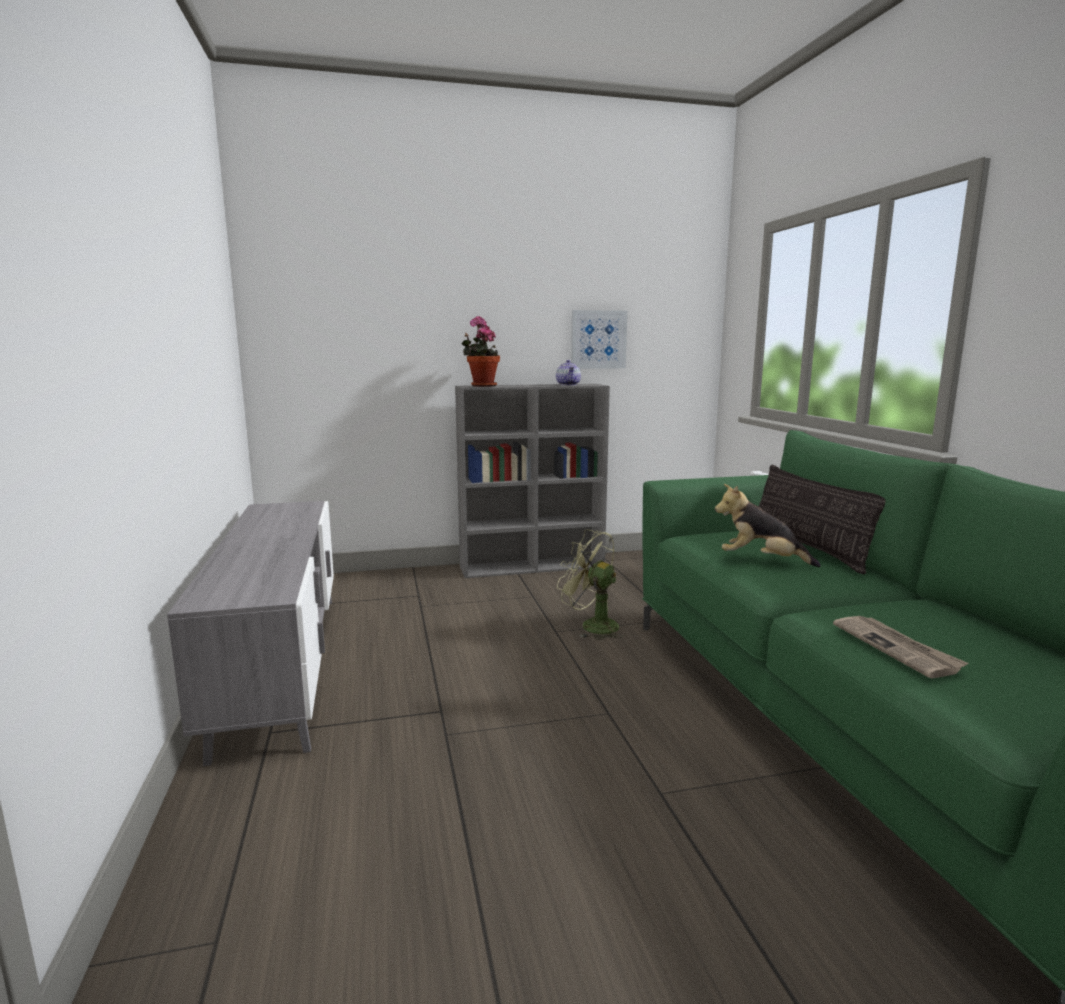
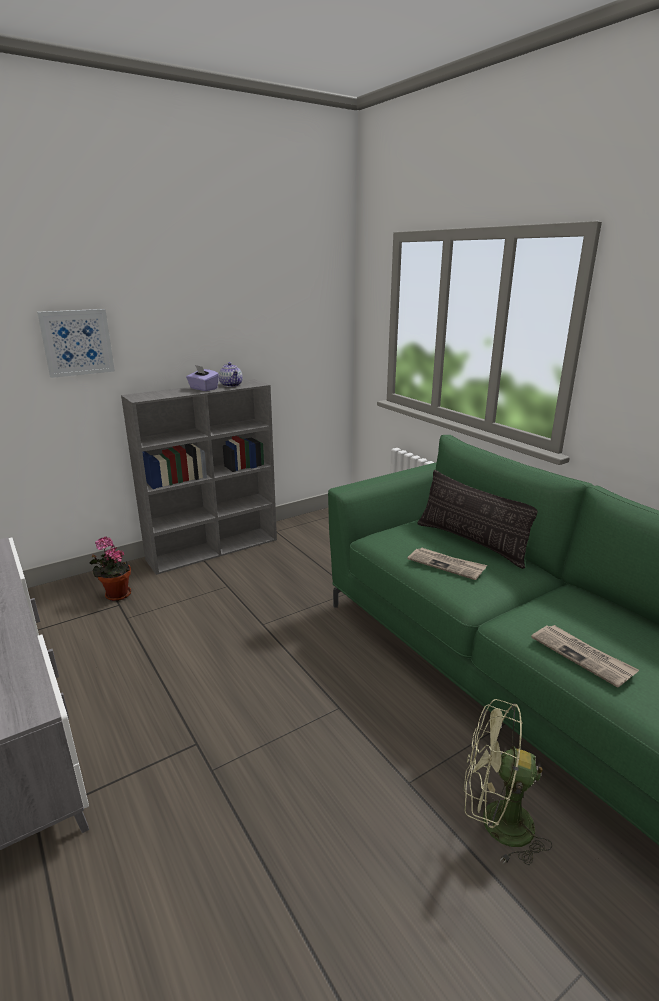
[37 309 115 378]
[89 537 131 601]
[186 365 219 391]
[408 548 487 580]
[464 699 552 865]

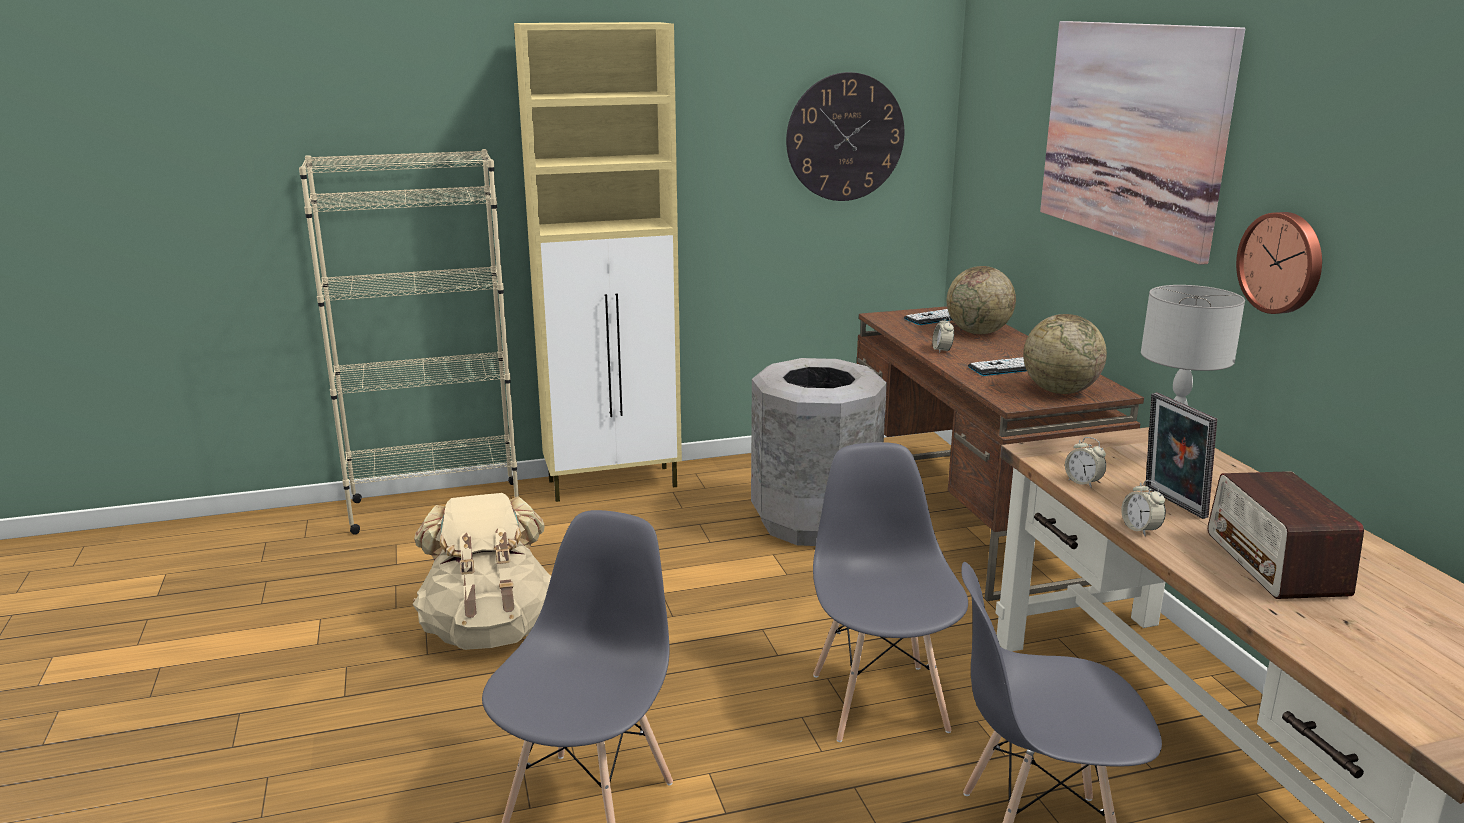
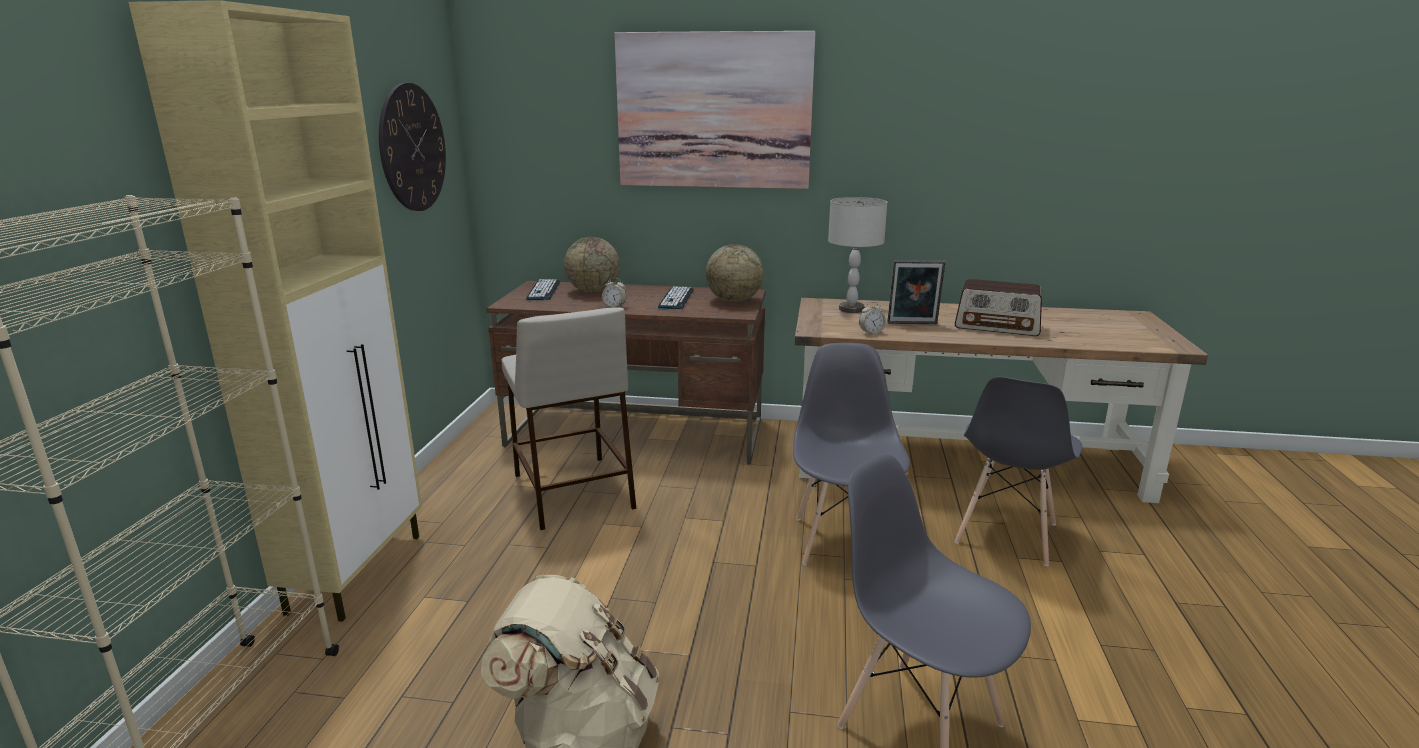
[502 307 636 530]
[793 343 910 566]
[1121 480 1166 536] (first image)
[1236 212 1322 314] (first image)

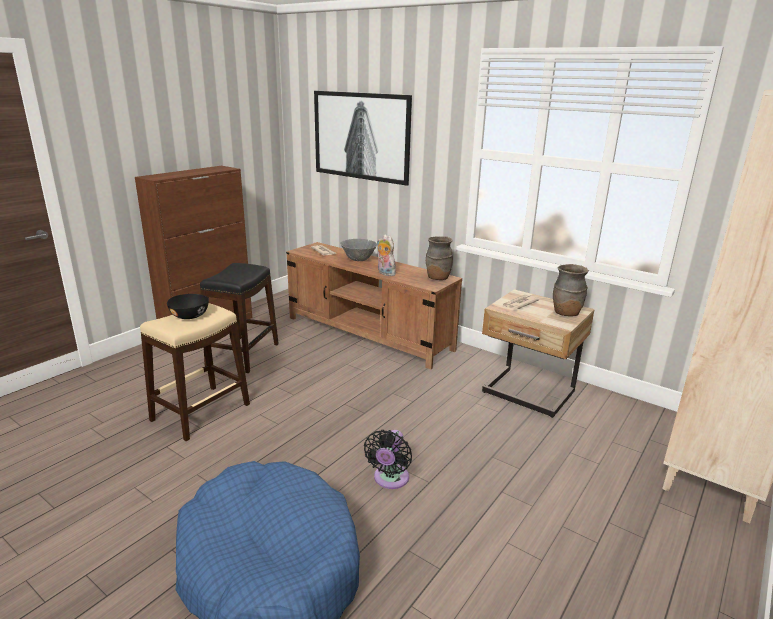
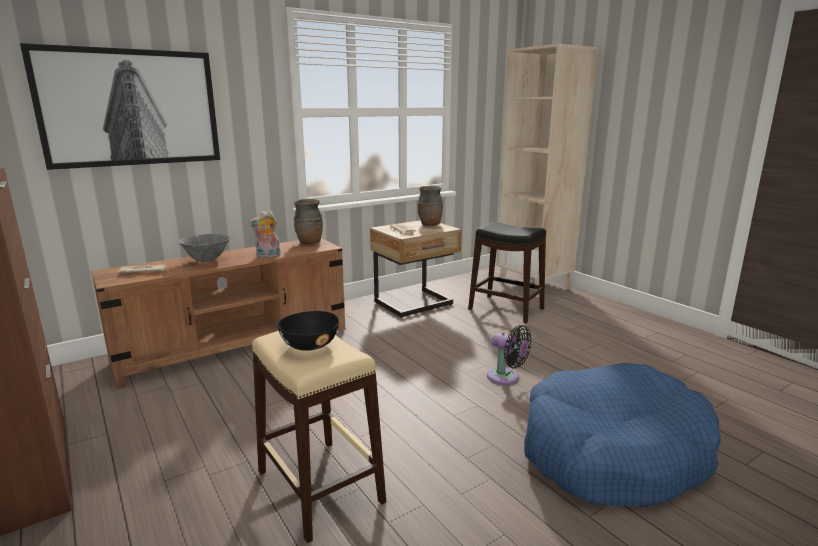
[468 222 546 323]

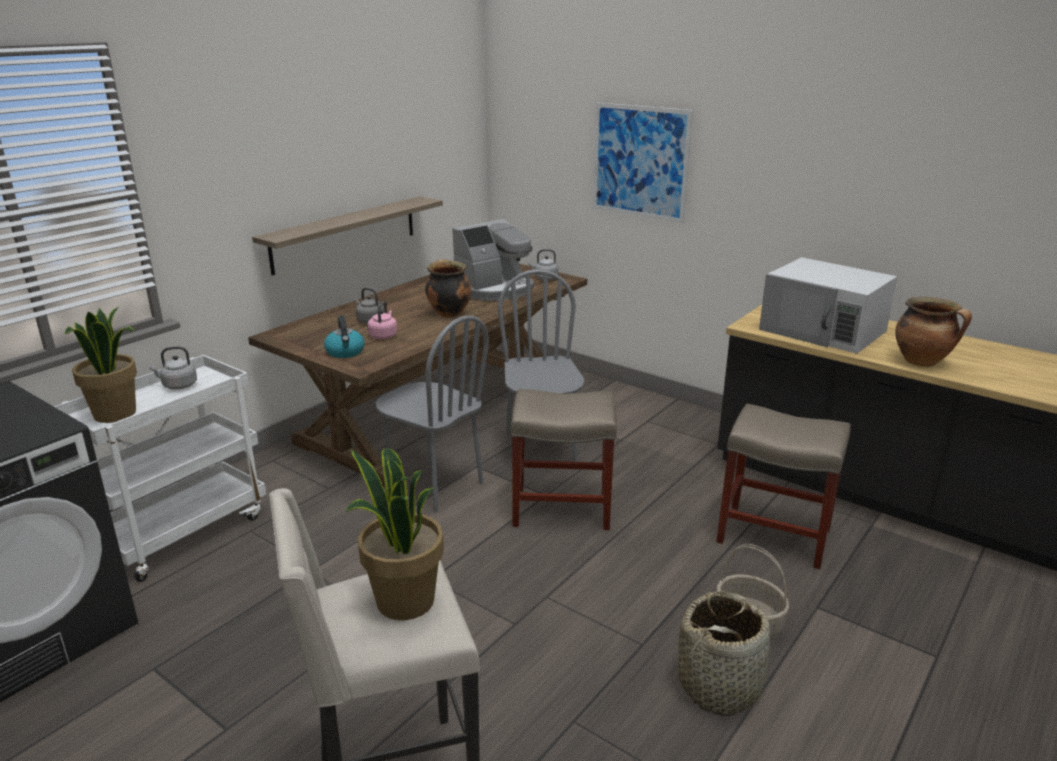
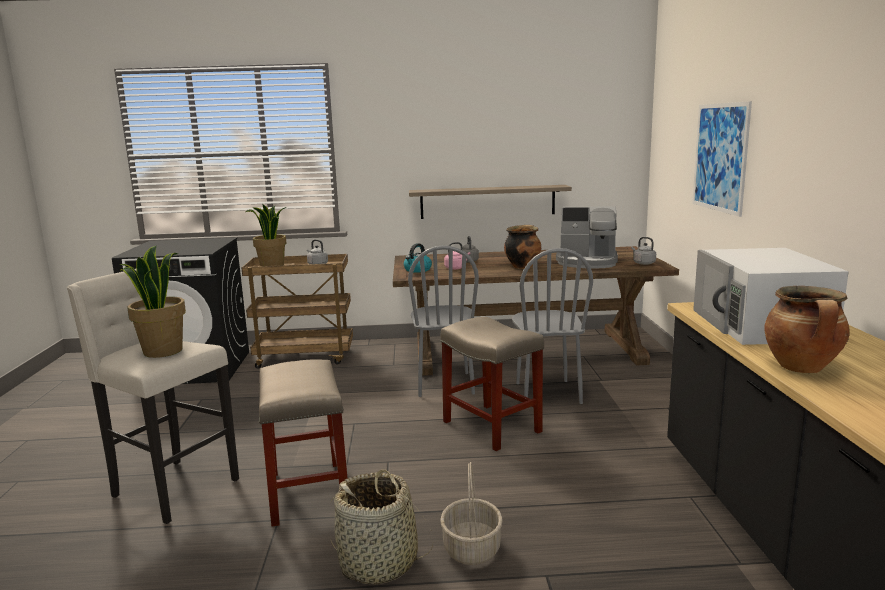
[241 254 353 369]
[259 360 348 527]
[512 248 593 404]

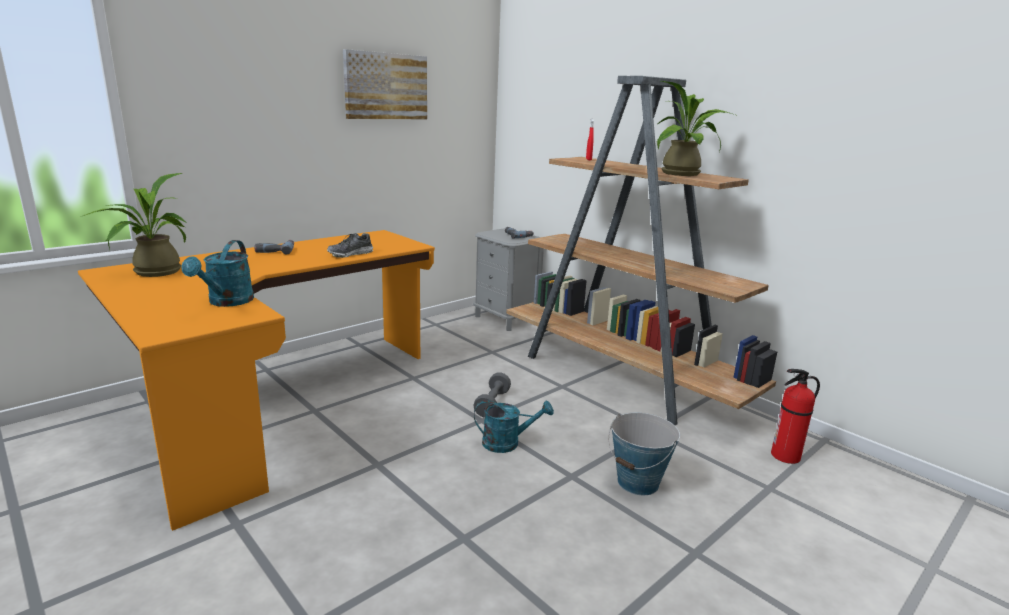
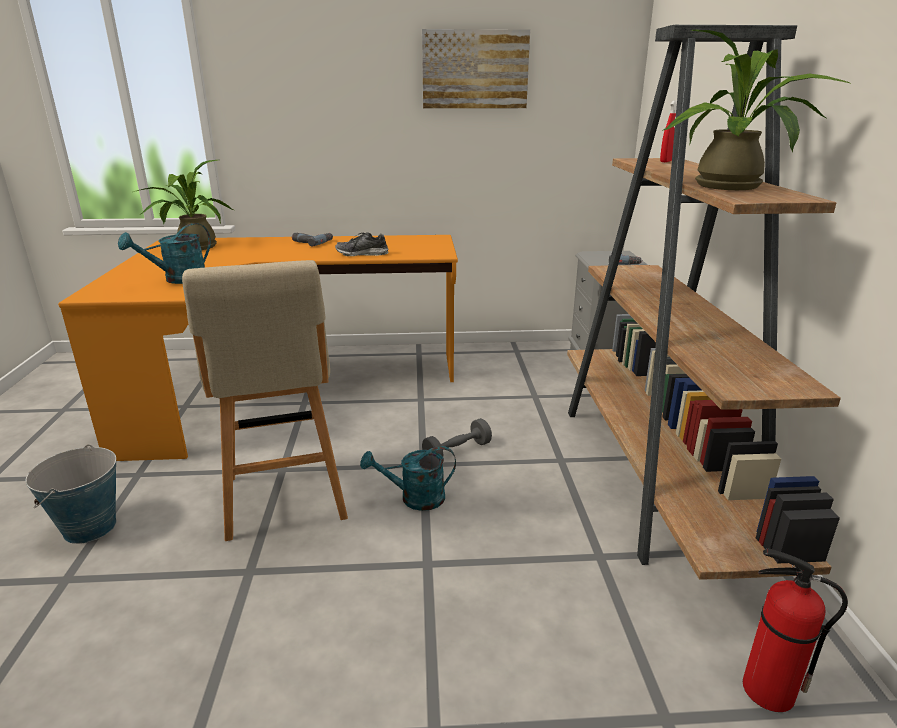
[25 444 116 544]
[182 260 348 541]
[360 446 456 511]

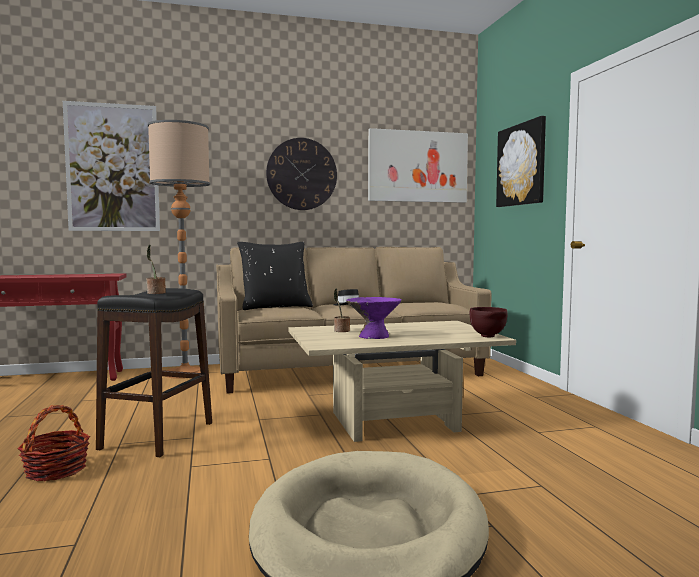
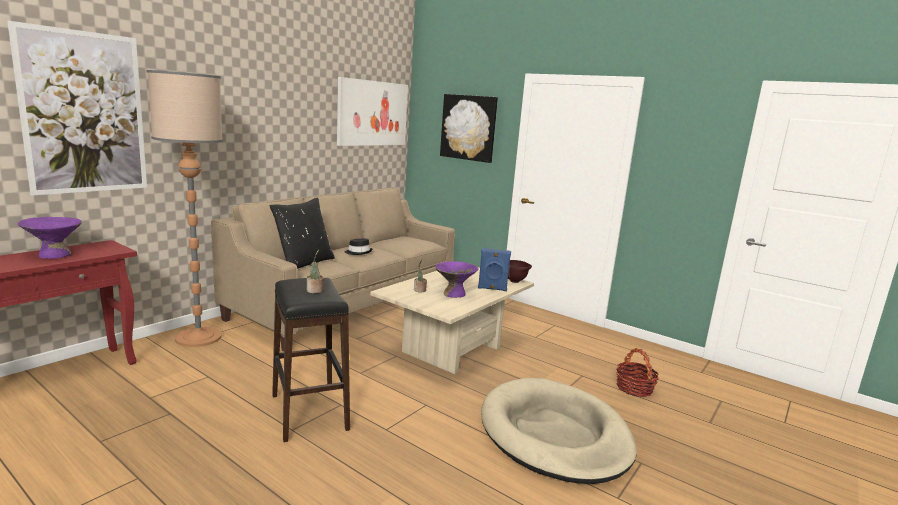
[17 217 82 259]
[478 248 511 291]
[616 348 659 397]
[266 138 337 210] (first image)

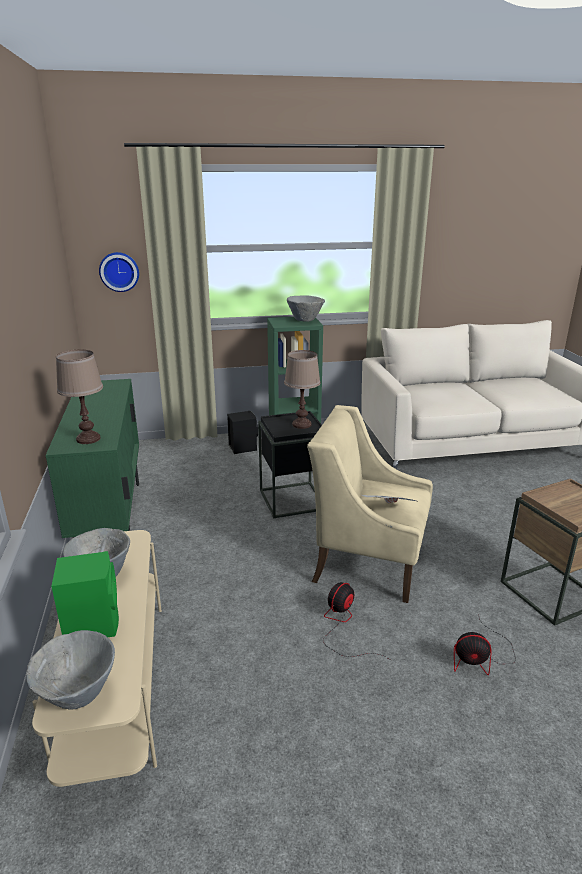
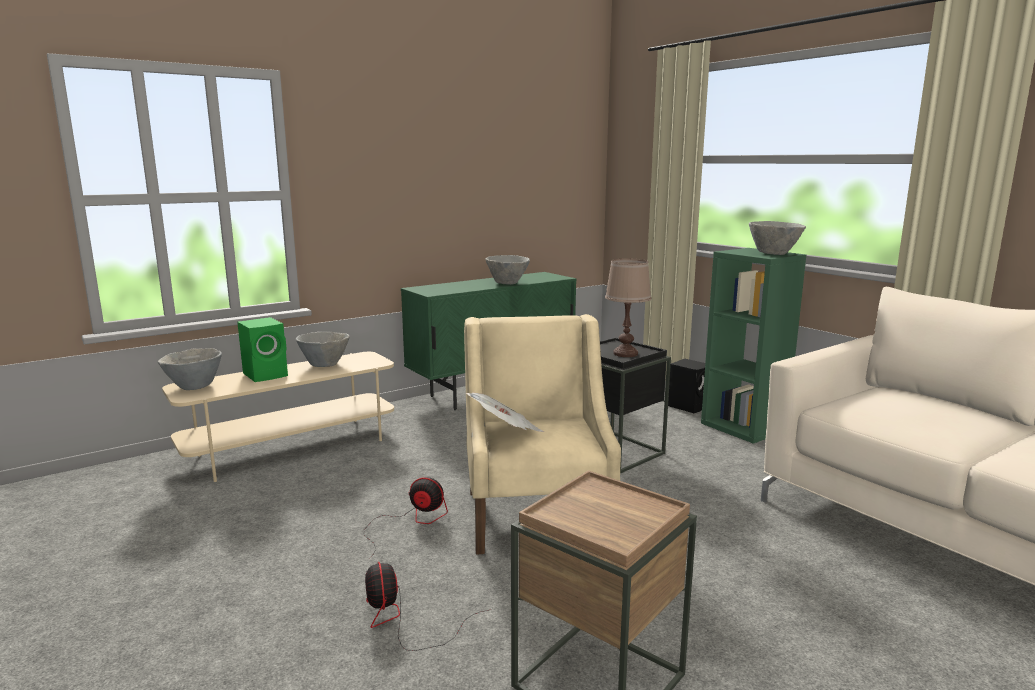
[486 255 530 285]
[56 349 103 444] (first image)
[99 252 139 292] (first image)

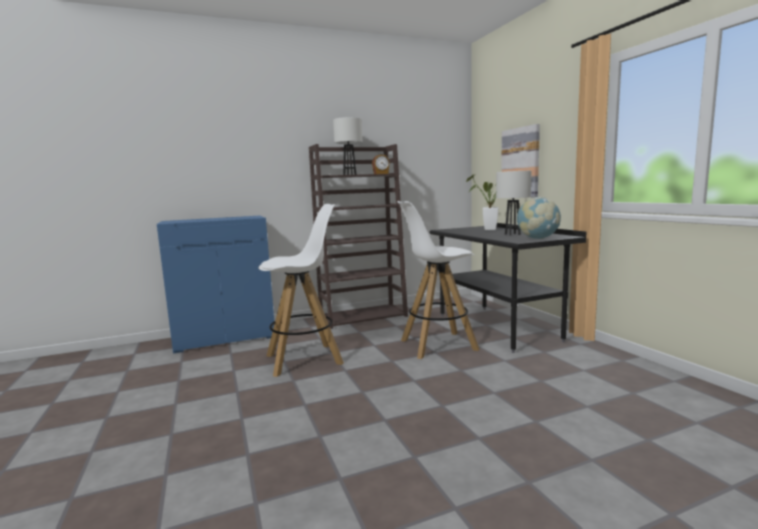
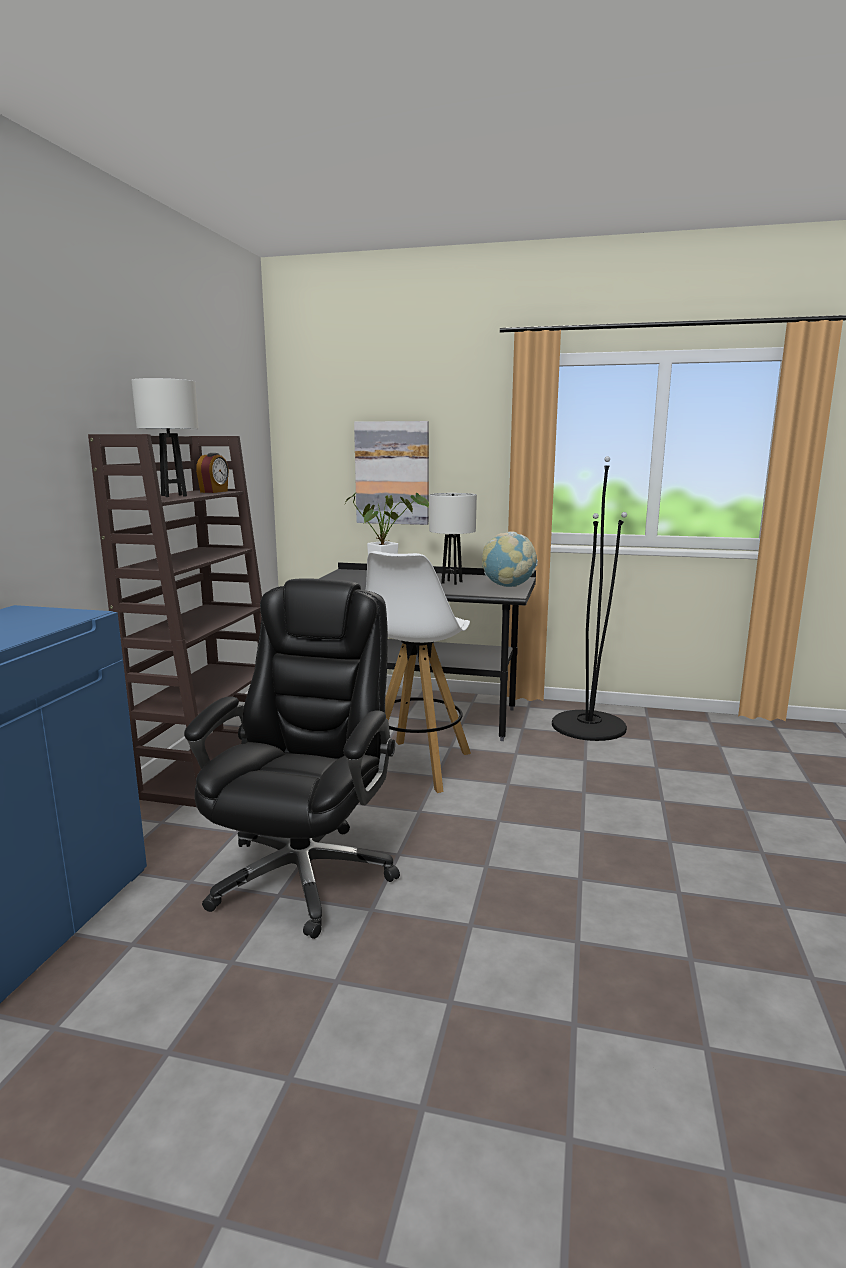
[184 578 400 939]
[552 456 627 741]

